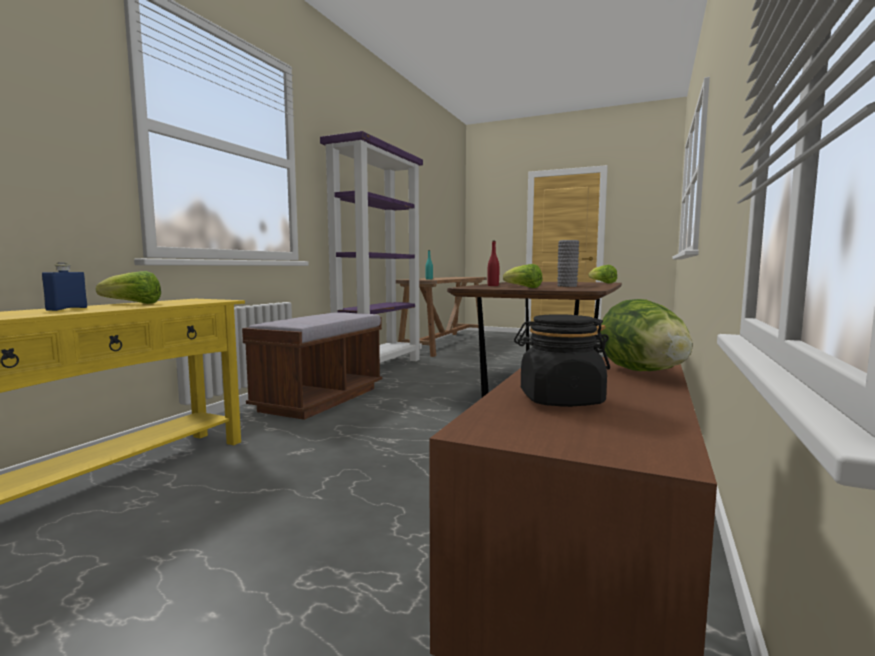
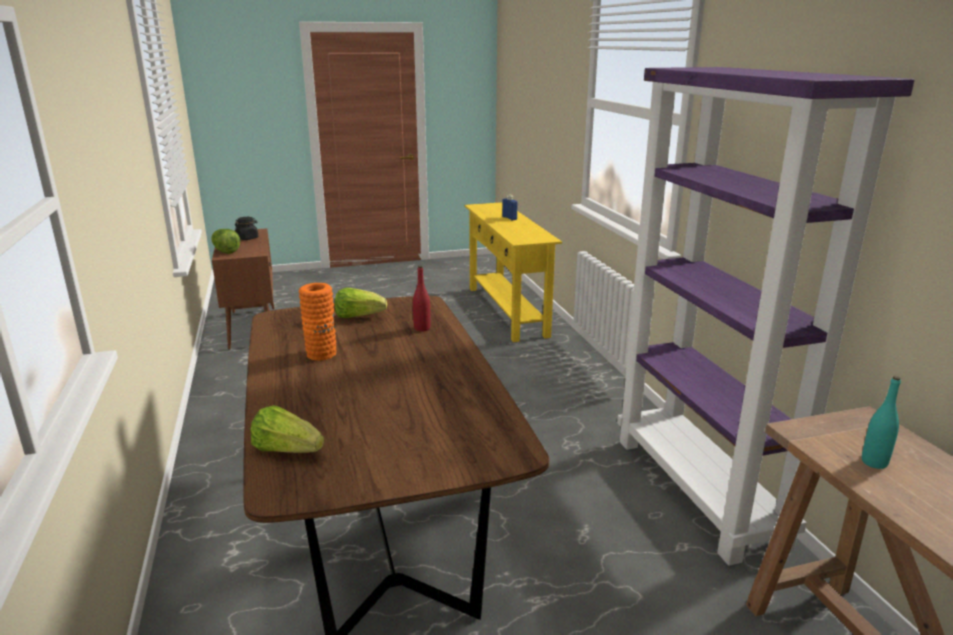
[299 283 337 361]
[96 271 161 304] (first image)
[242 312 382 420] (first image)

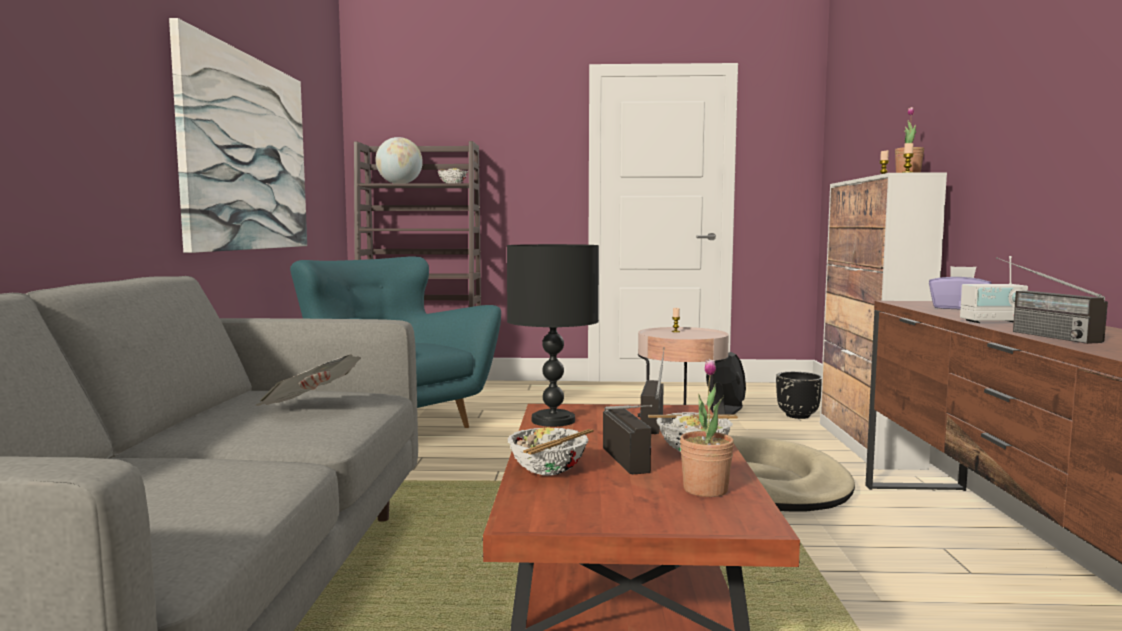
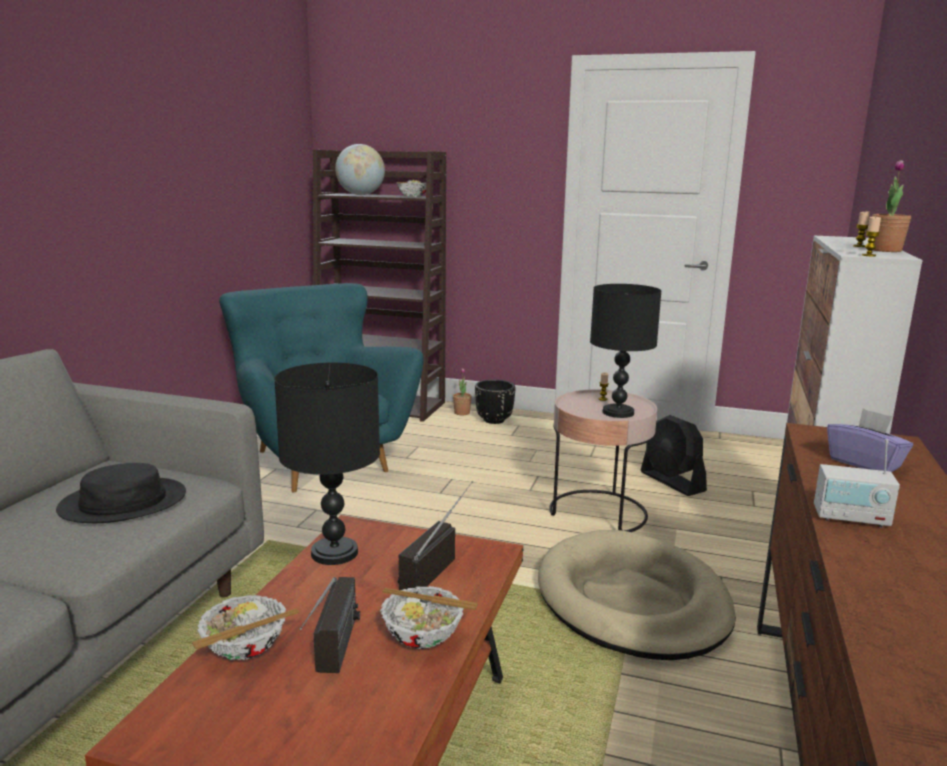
[56 463 186 523]
[453 368 472 415]
[475 380 515 424]
[590 284 661 418]
[641 415 707 496]
[169 18 307 253] (first image)
[996 257 1108 344] (first image)

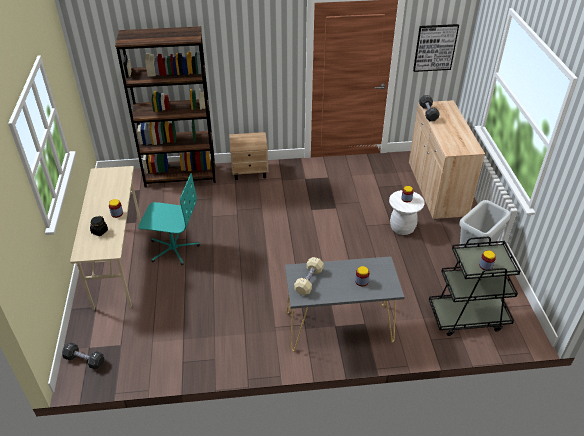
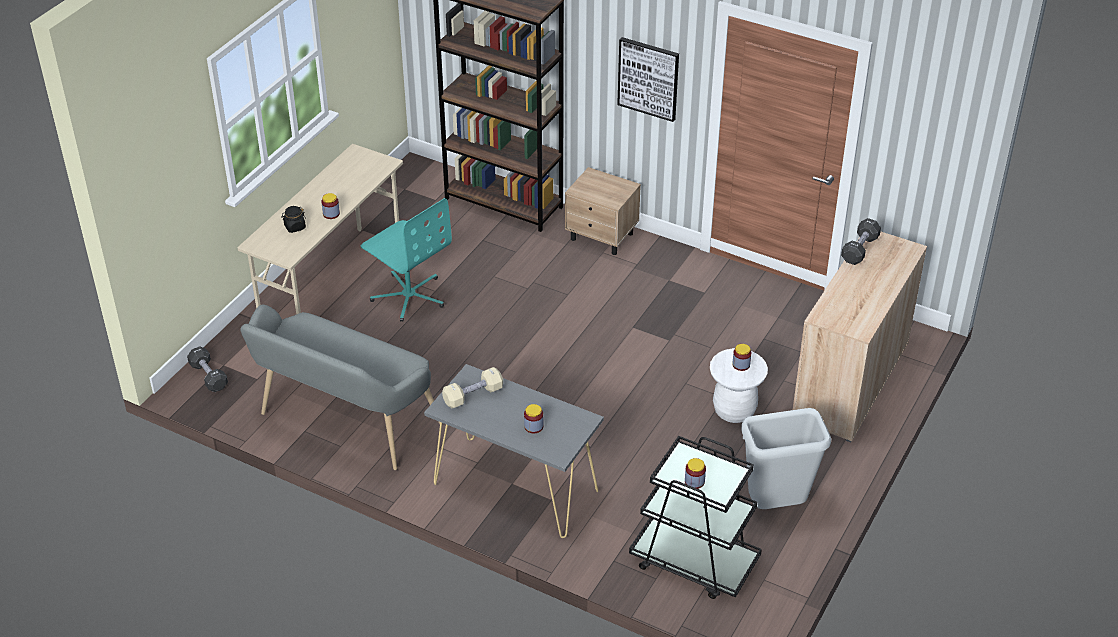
[240 305 443 470]
[617 37 679 122]

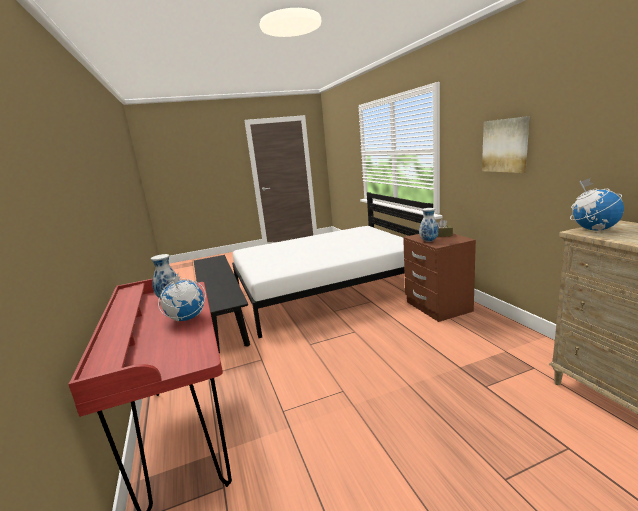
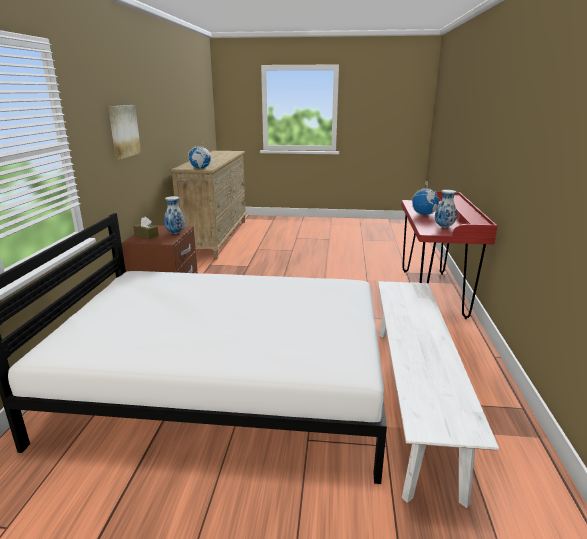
[378 281 499 508]

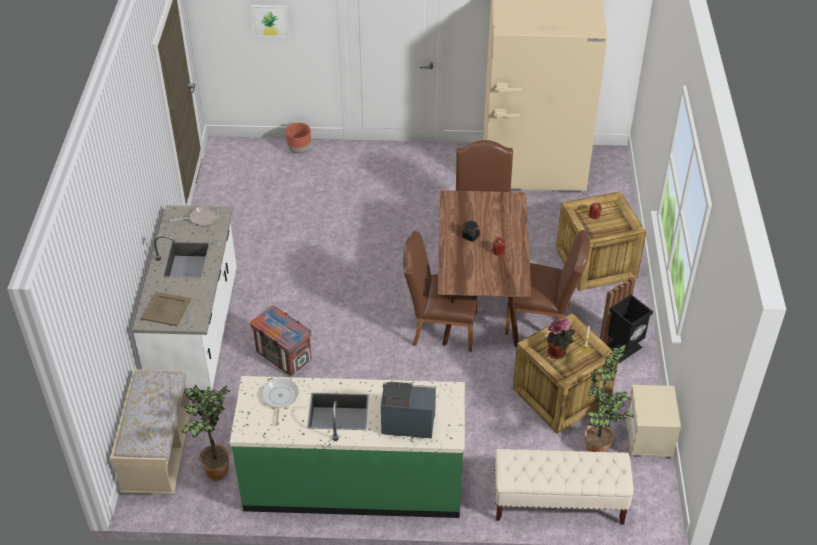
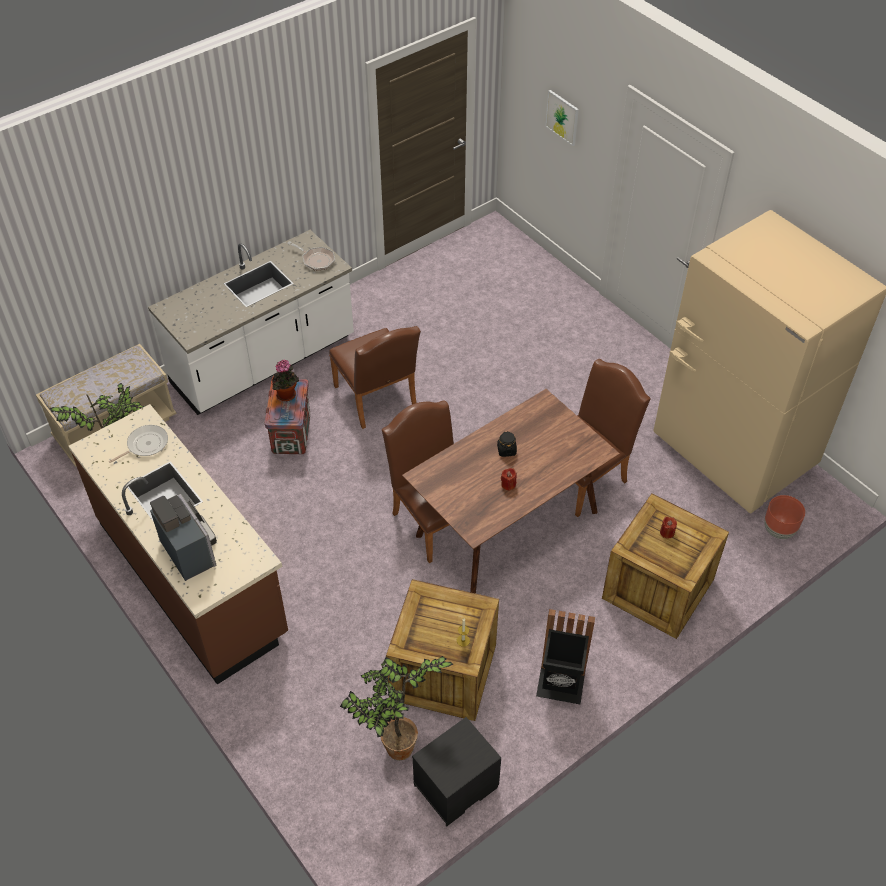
[69 404 288 685]
[272 359 299 401]
[329 326 421 429]
[412 717 501 826]
[764 495 805 539]
[141 292 191 326] (first image)
[495 449 634 525] (first image)

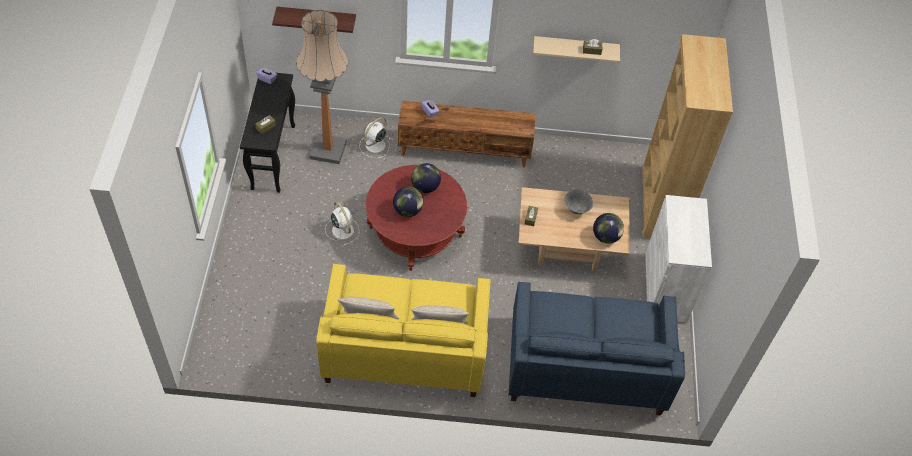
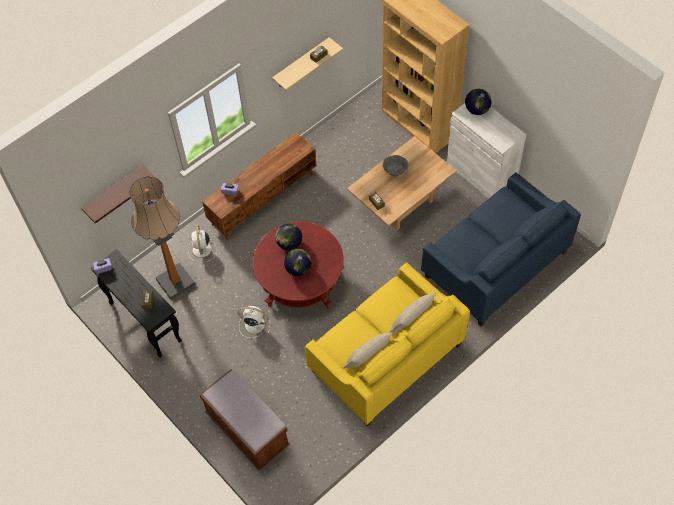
[200 369 290 470]
[465 89 492 115]

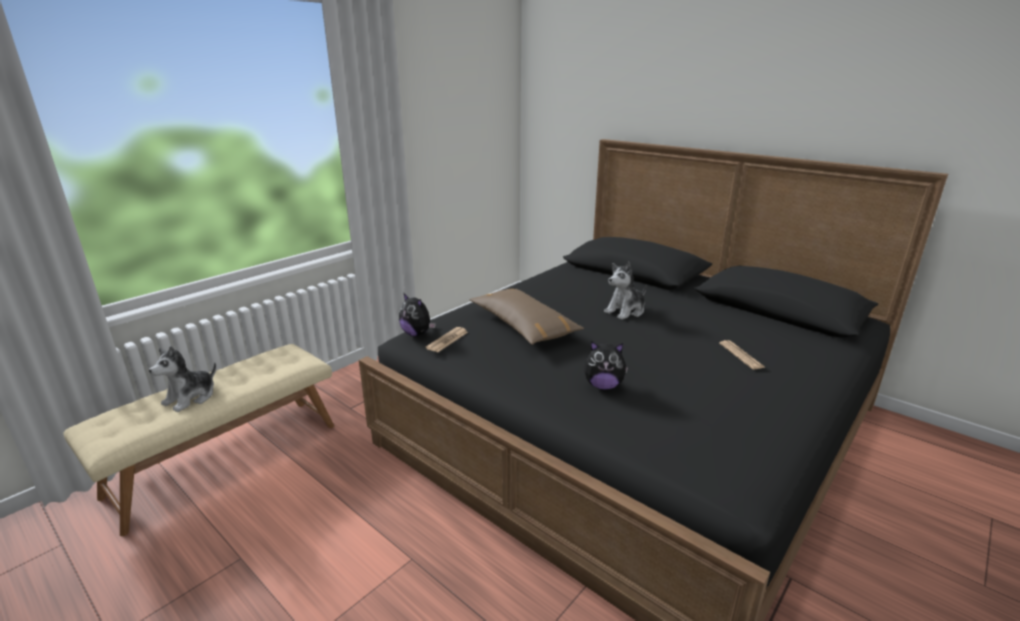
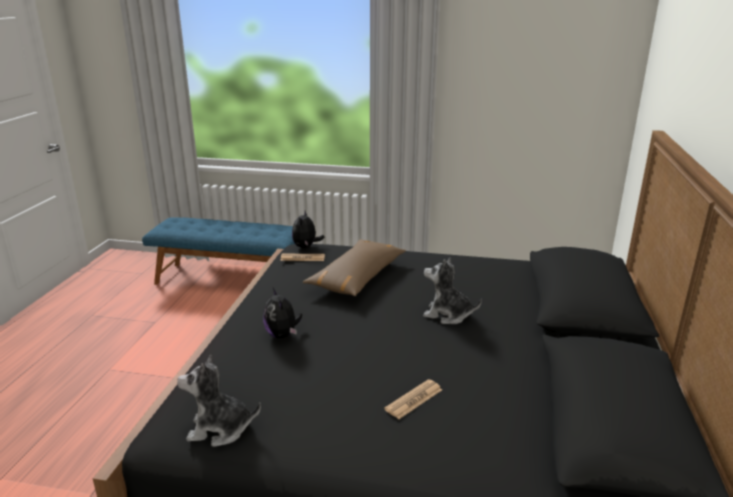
[142 217 295 285]
[177 355 261 447]

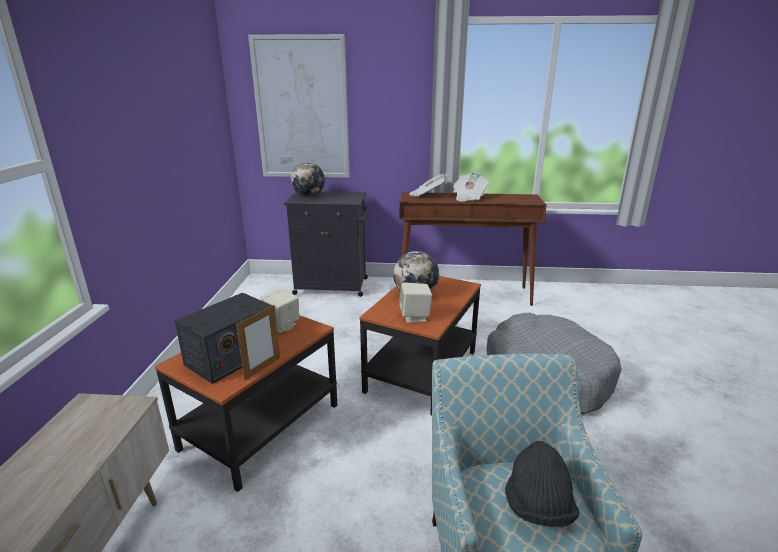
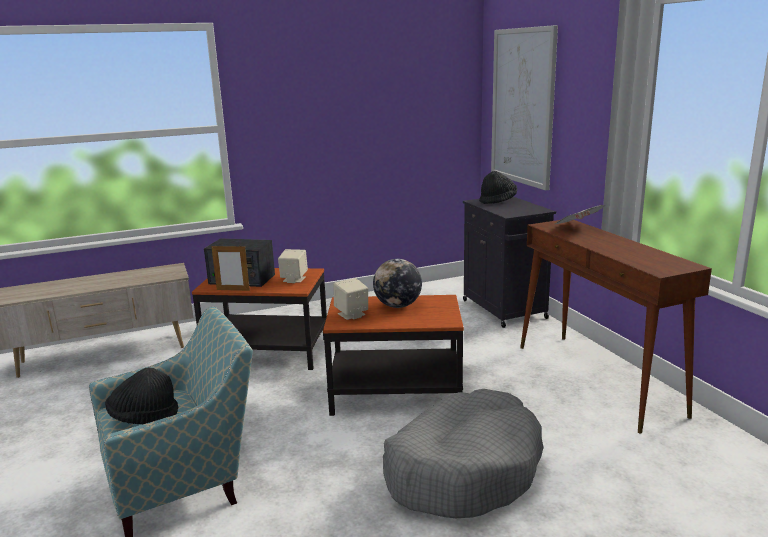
[479 171 517 204]
[453 173 490 201] (first image)

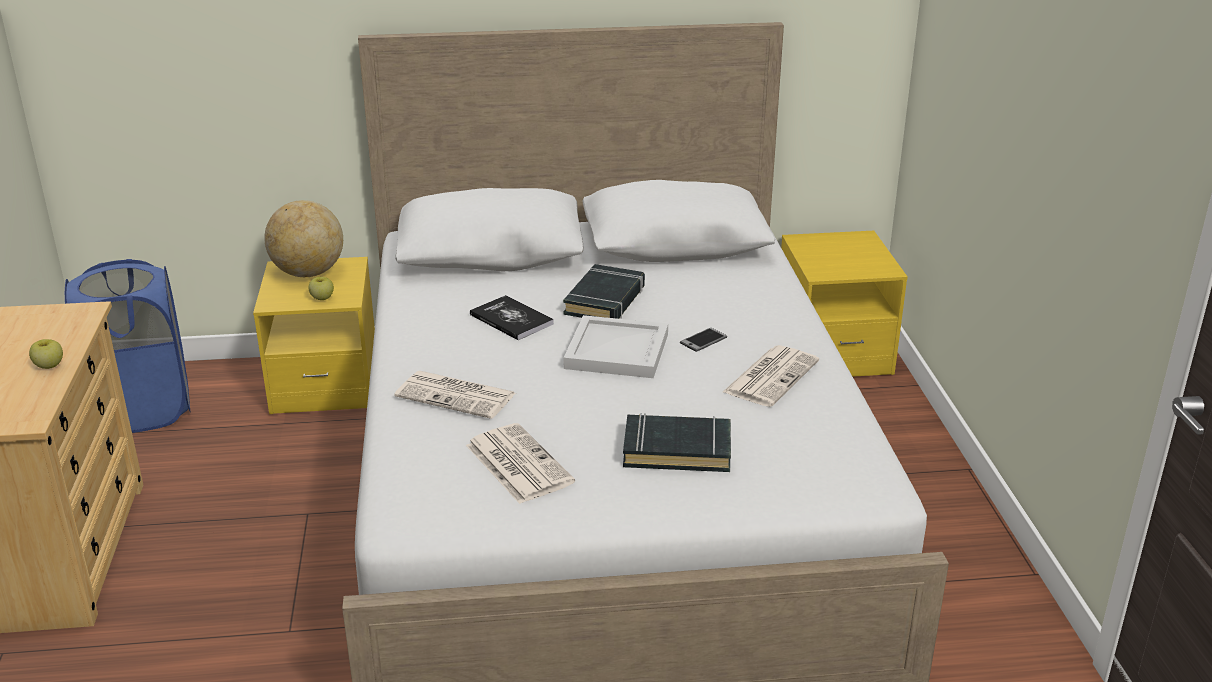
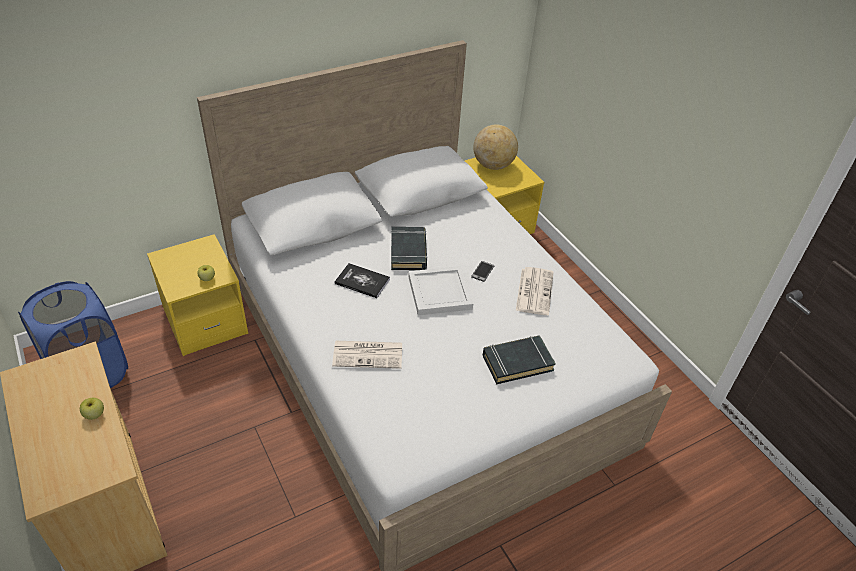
[473 124 518 170]
[466 423 575 504] (first image)

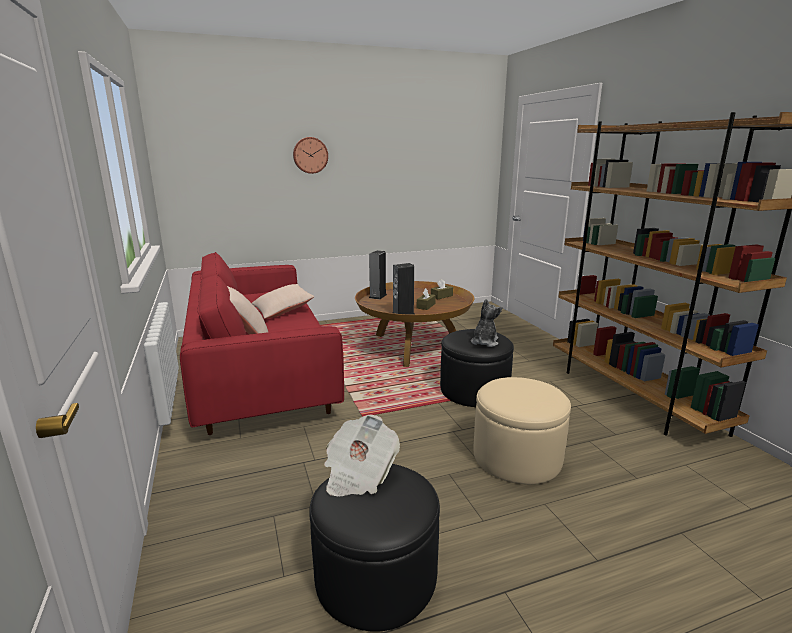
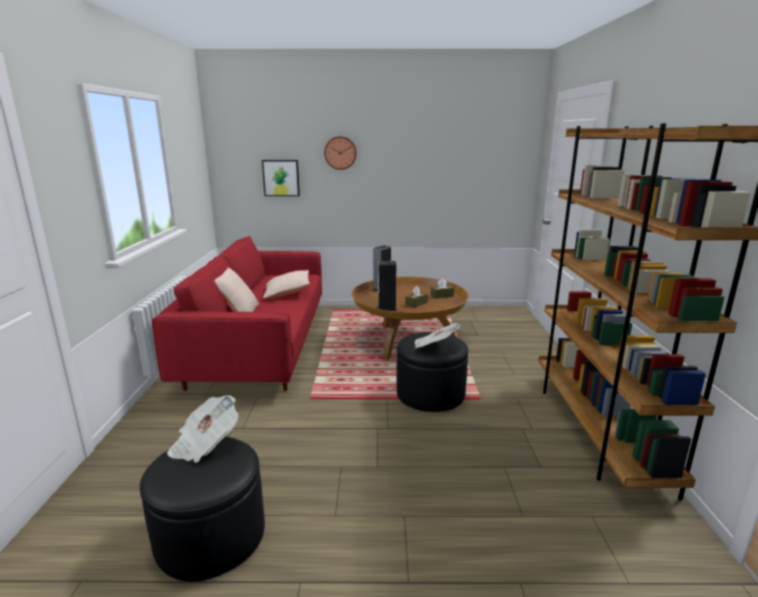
[262 160 300 196]
[415 323 460 349]
[474 377 571 484] (first image)

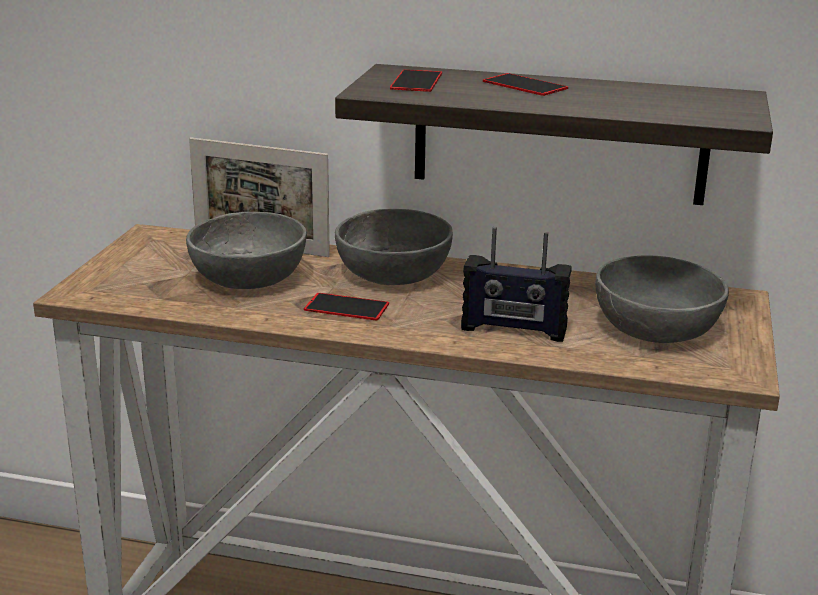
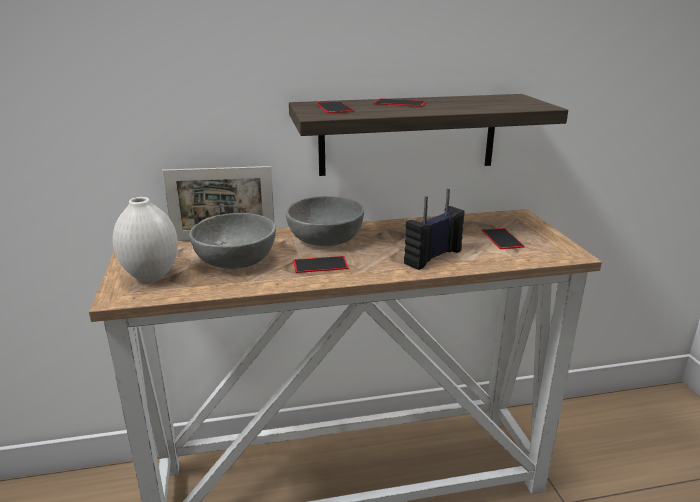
[113 197 178 282]
[404 189 465 270]
[482 228 524 249]

